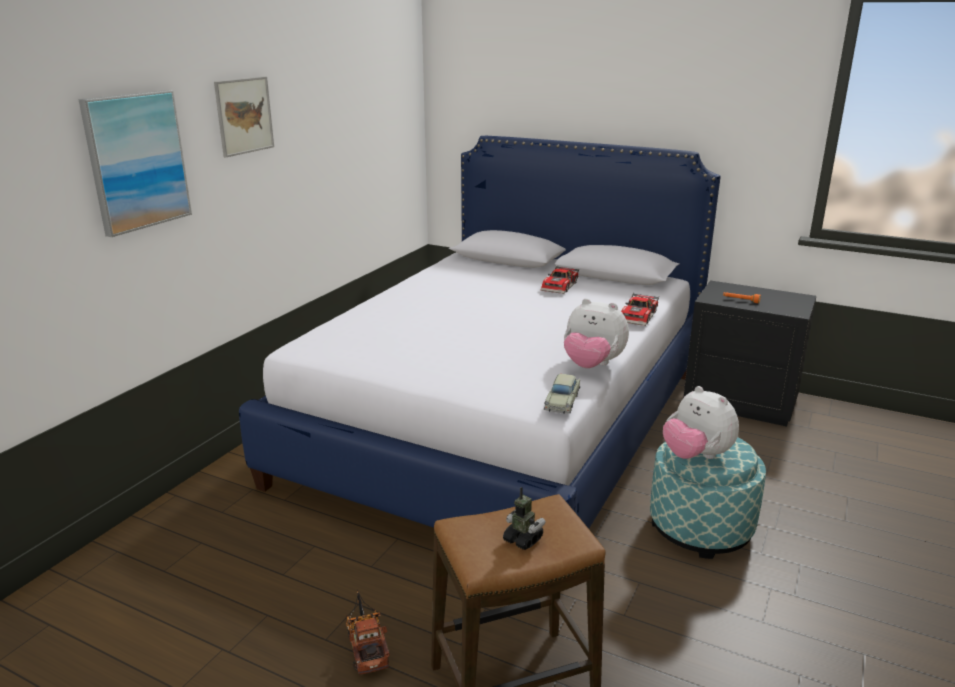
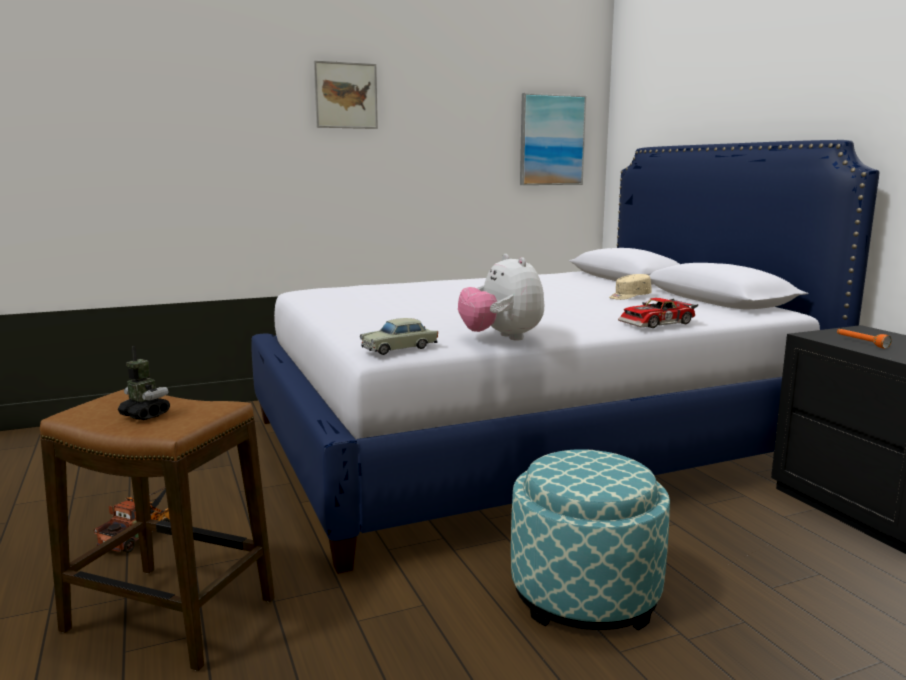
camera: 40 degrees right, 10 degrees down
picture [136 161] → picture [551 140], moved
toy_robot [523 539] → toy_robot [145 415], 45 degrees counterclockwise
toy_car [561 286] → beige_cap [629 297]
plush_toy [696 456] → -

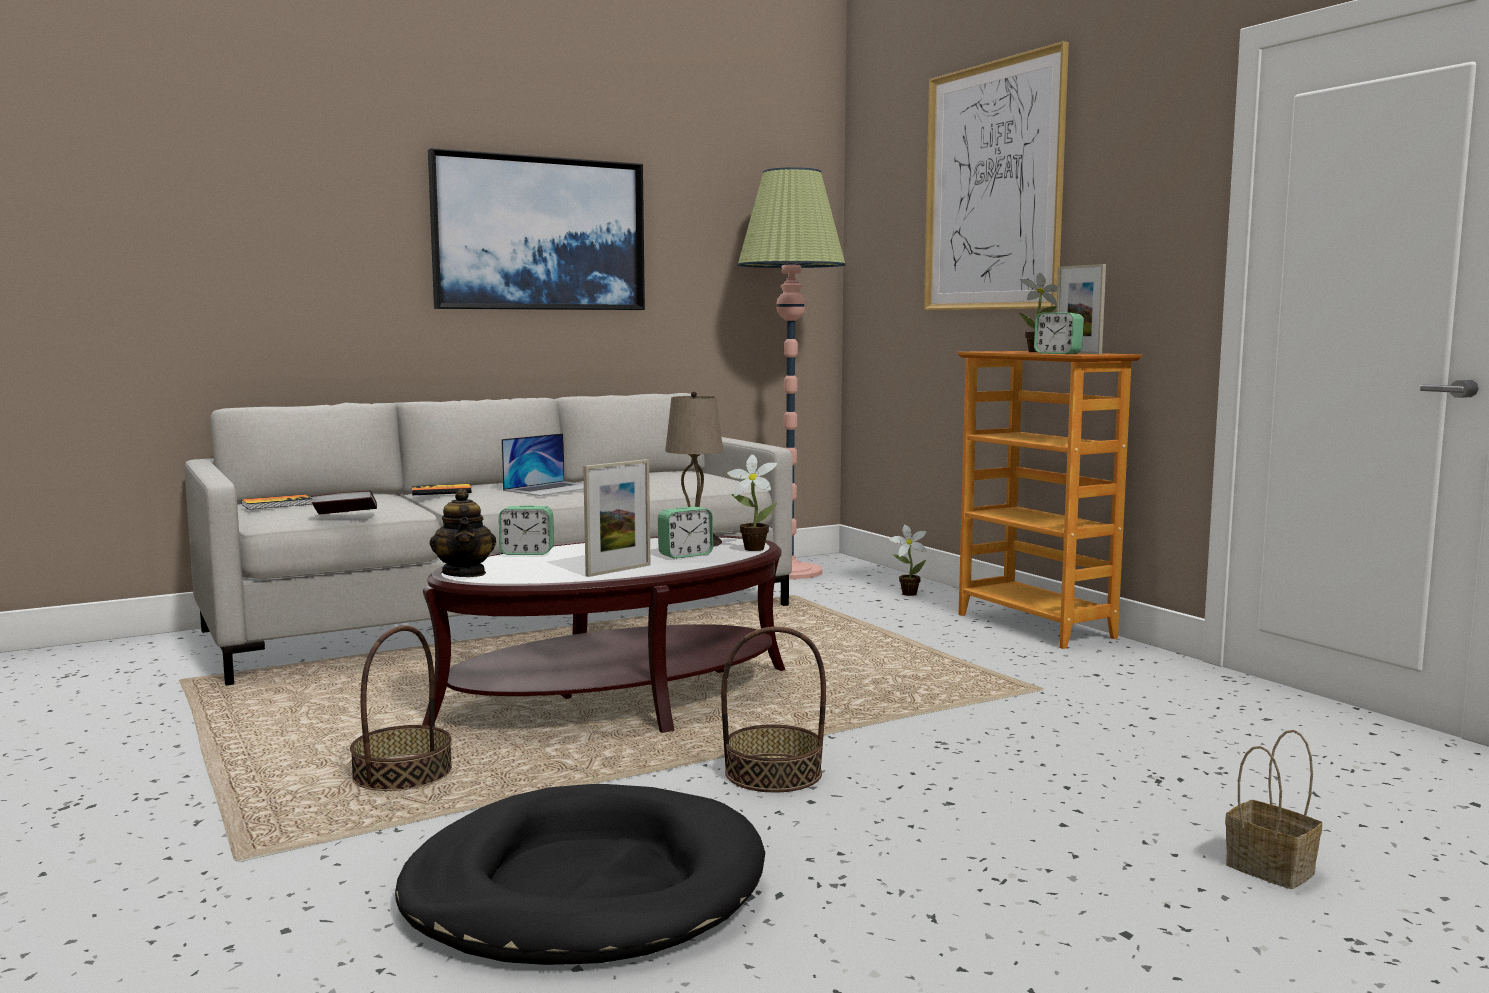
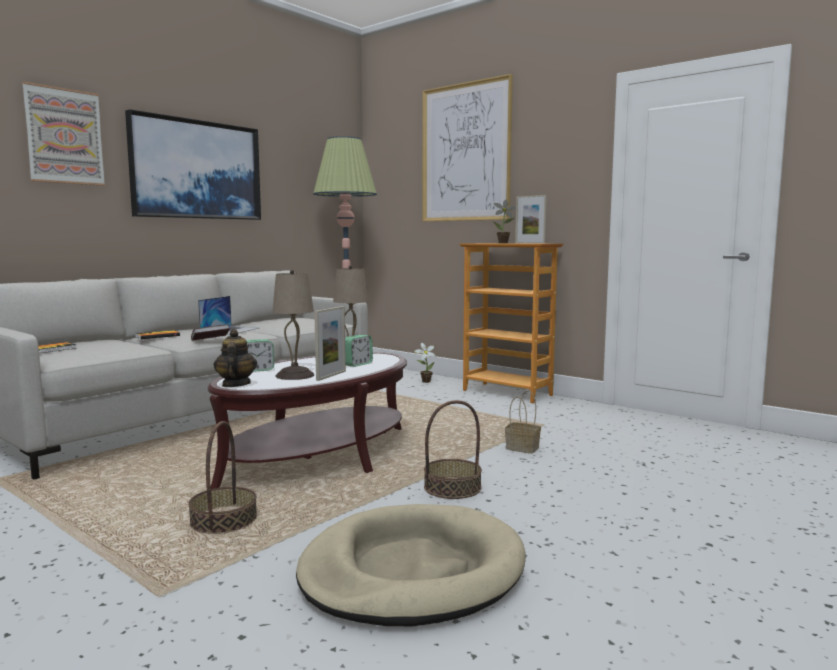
camera: 20 degrees left, 0 degrees up
book [345 515] → book [210 340], moved
black_dog_bed [584 888] → beige_dog_bed [412 571]
teapot [465 573] → teapot [235 385], 150 degrees counterclockwise
potted_plant [751 548] → -
alarm_clock [1057 353] → -
basket [1266 868] → basket [521 448], moved
- → picture [64 136]
- → beige_table_lamp [295 375]

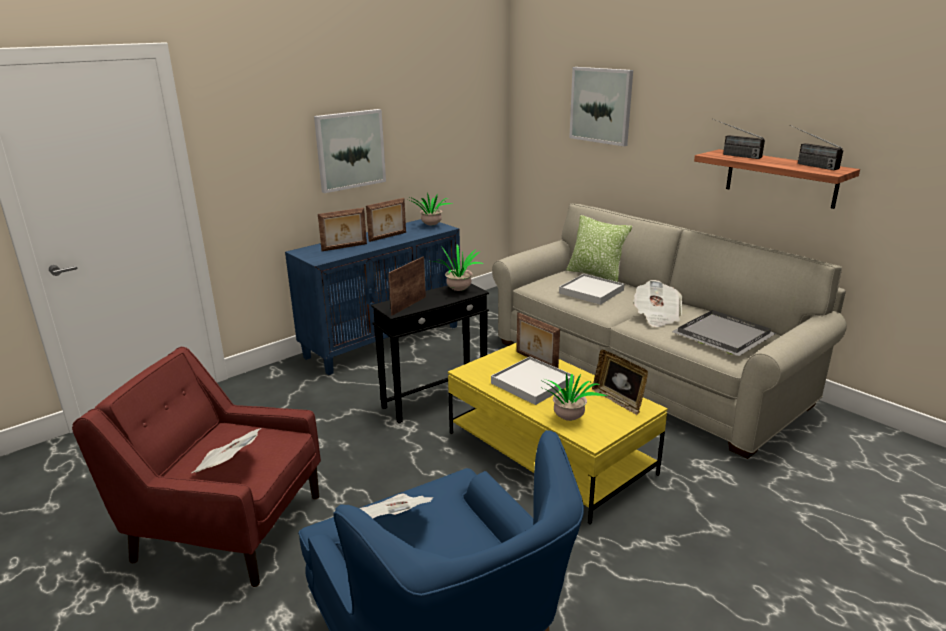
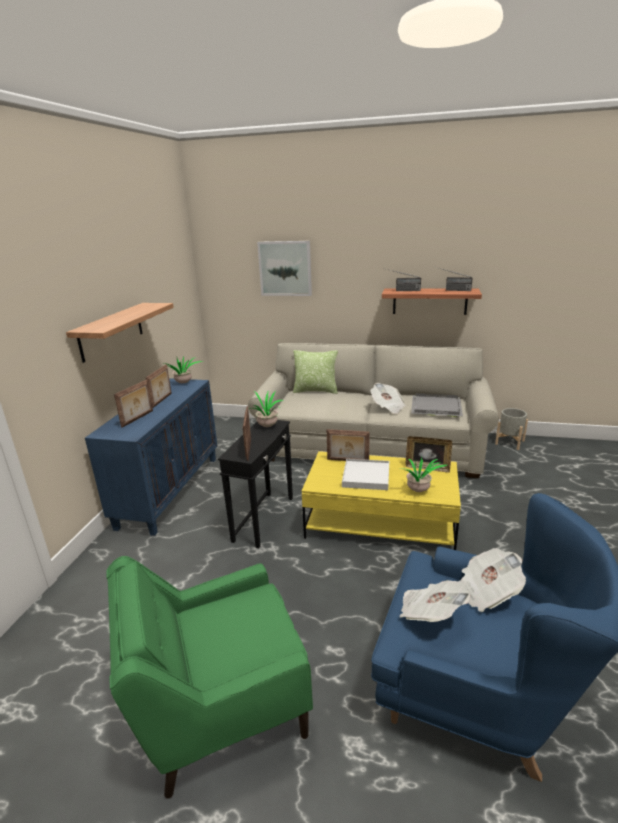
camera: 35 degrees left, 0 degrees up
red_armchair [226 526] → green_armchair [220 706]
newspaper [229 466] → newspaper [485 592], moved
picture [350 150] → shelf [111 331]
white_tray [591 292] → -
- → grey_planter [509 442]

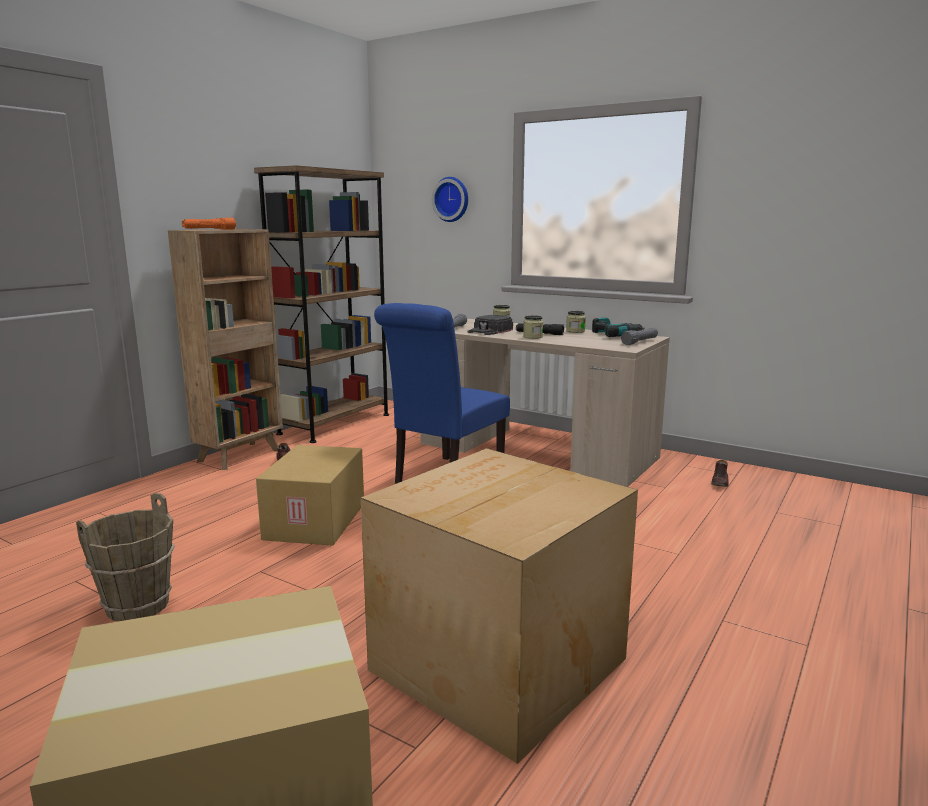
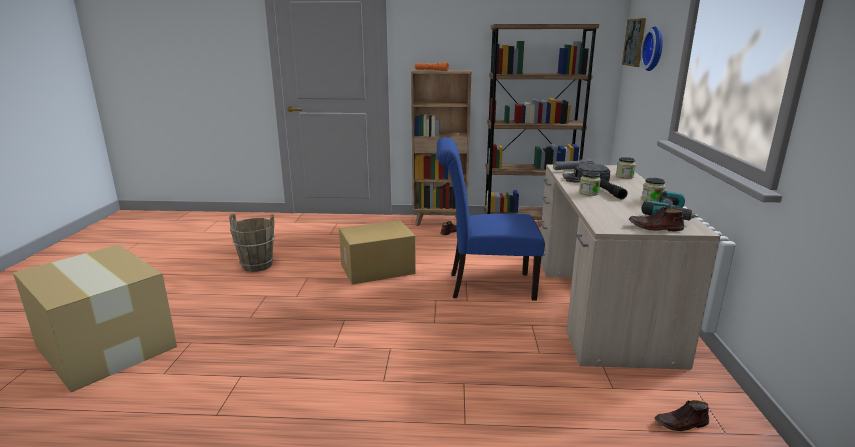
camera: 60 degrees right, 5 degrees up
cardboard_box [494 664] → -
grey_flashlight [639 342] → brown_shoe [655 228]
- → picture [635 42]

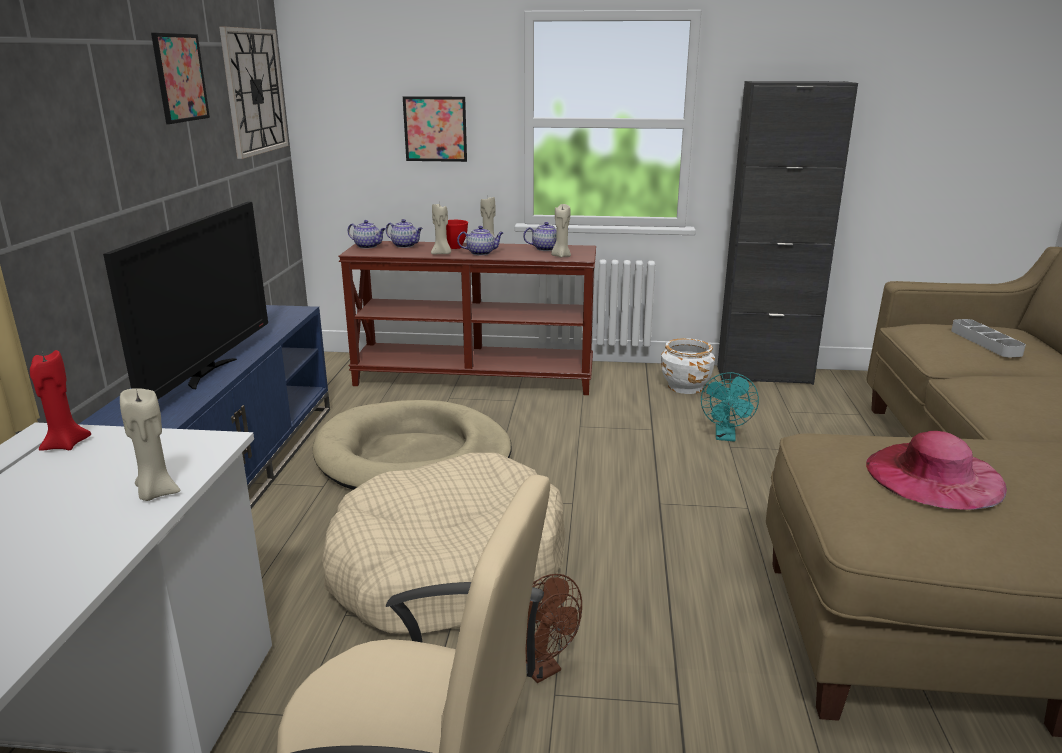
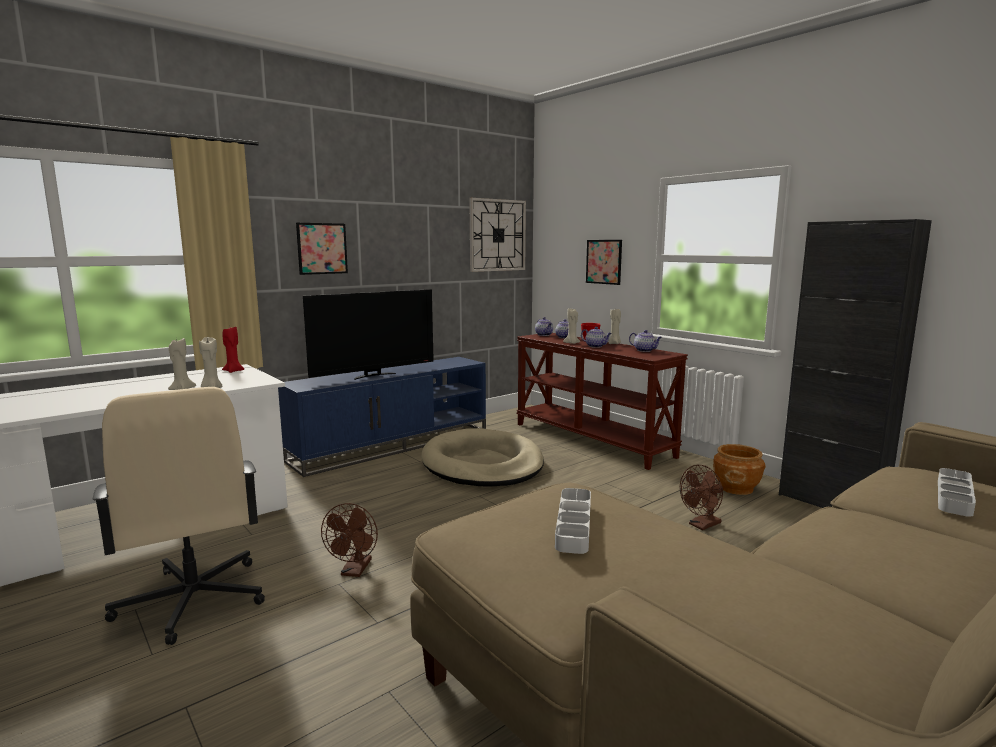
camera: 45 degrees right, 10 degrees down
picture [180 78] → picture [322 248], moved
beige_dog_bed [448 567] → -
beige_candle [561 256] → beige_candle [182 389], moved
white_planter [685 387] → brown_planter [736 488]
turquoise_fan [725 436] → brown_fan [702 525]
pink_hat [934 476] → grey_tray [573 524]

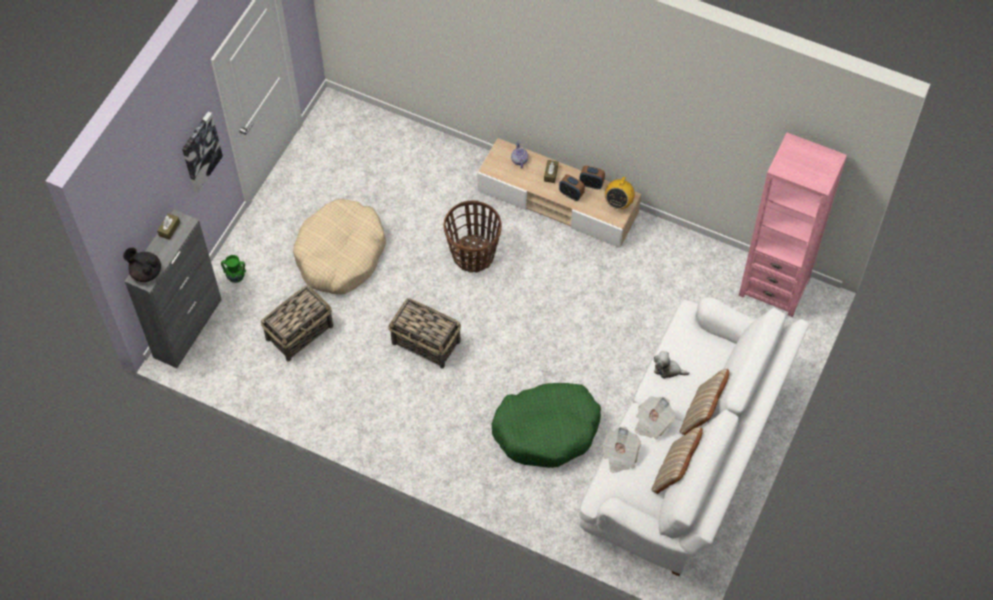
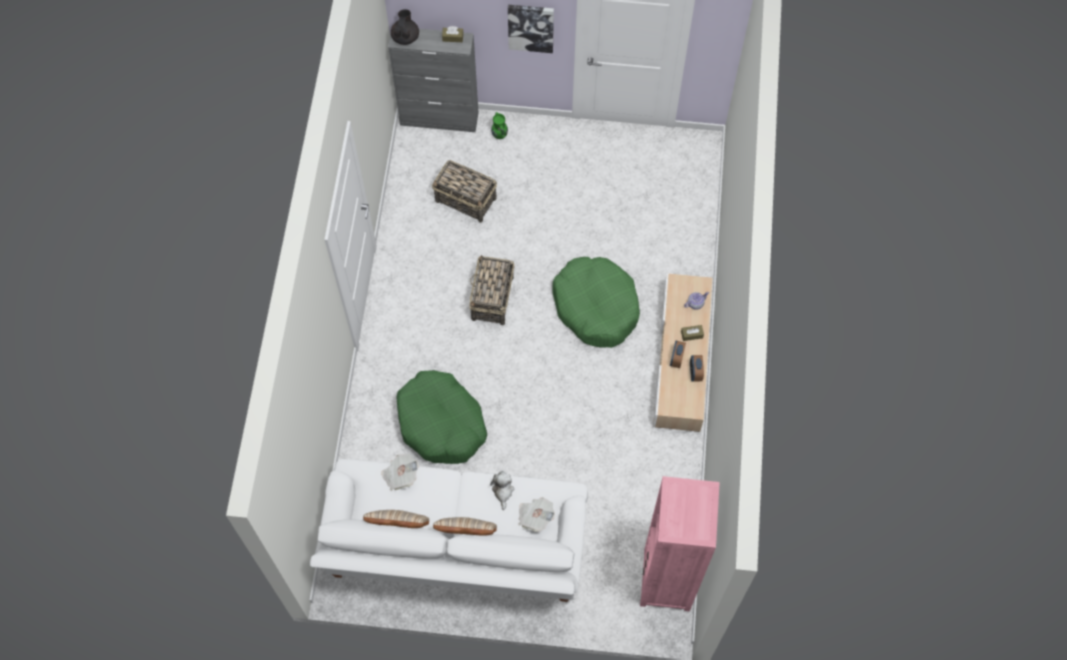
camera: 70 degrees right, 5 degrees up
beige_dog_bed [340 254] → -
basket [473 254] → green_dog_bed [596 306]
radio [618 203] → -
newspaper [652 422] → newspaper [535 516], moved

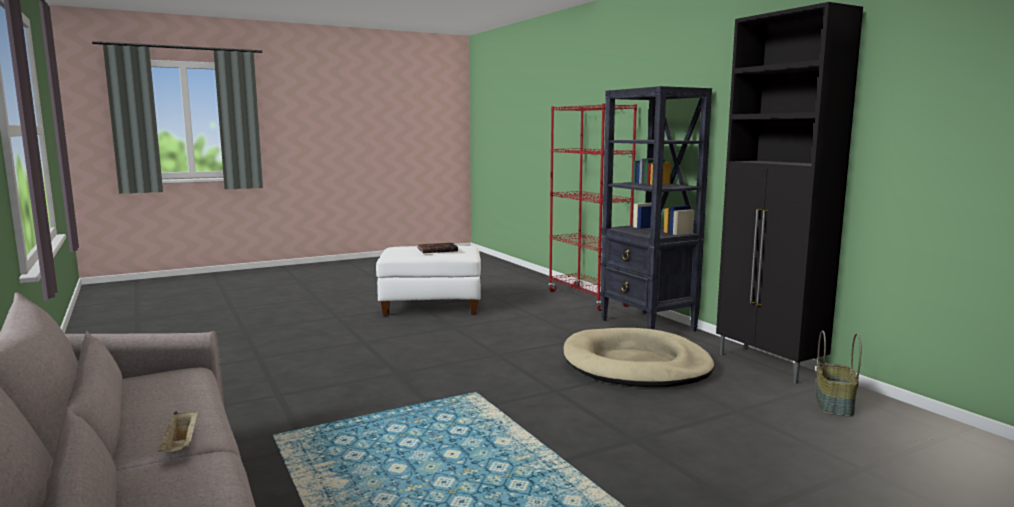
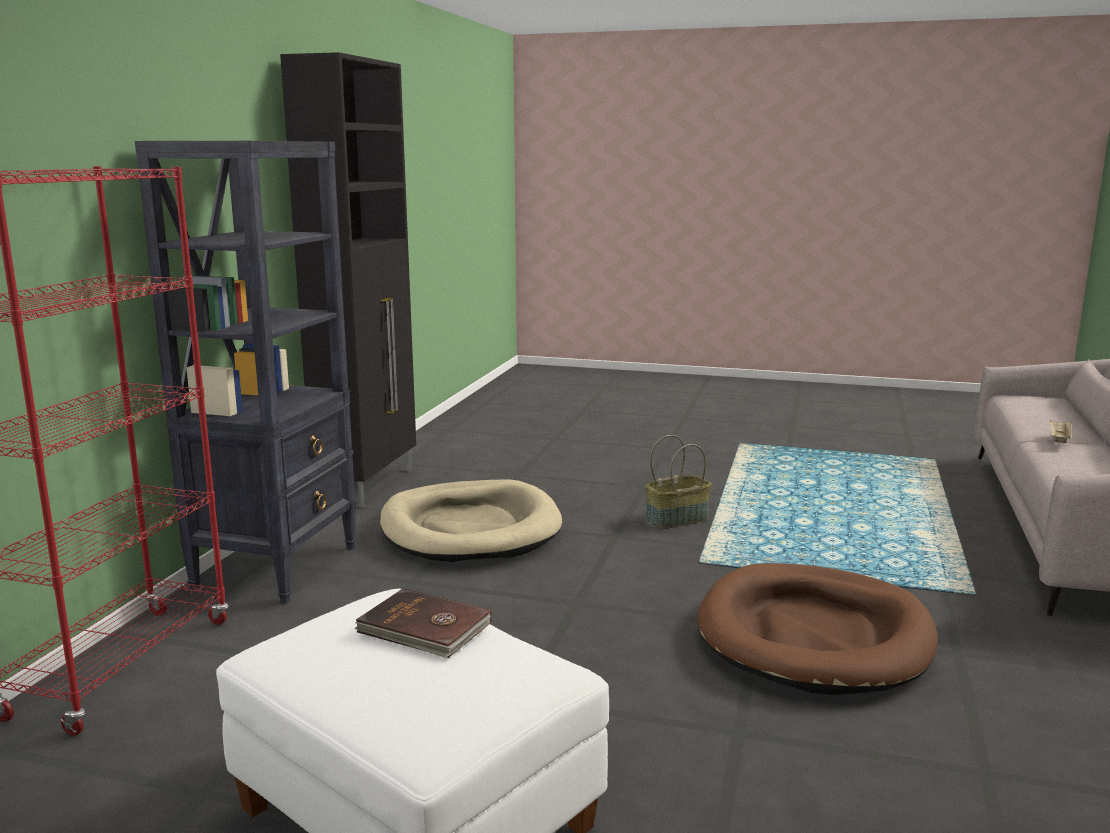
camera: 135 degrees left, 5 degrees up
basket [835 405] → basket [677 519], moved
- → brown_dog_bed [814 636]

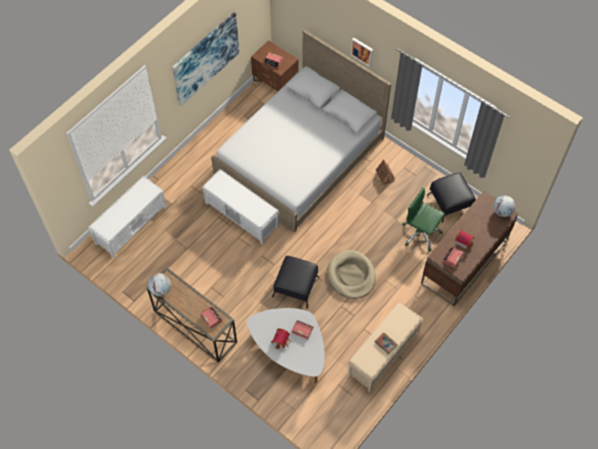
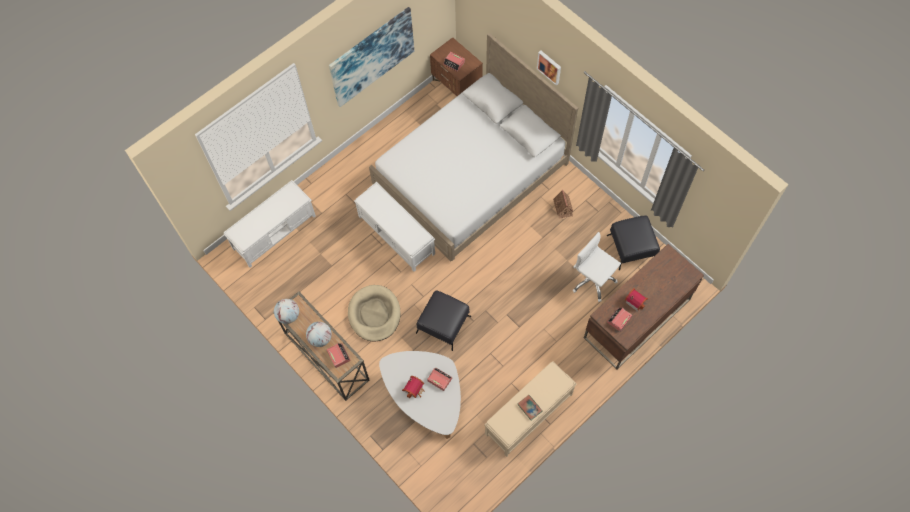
camera: 10 degrees right, 5 degrees up
beige_dog_bed [351 275] → beige_dog_bed [374 314], moved
green_office_chair [420 234] → white_office_chair [592 280]
globe [502 211] → globe [320 338], moved

